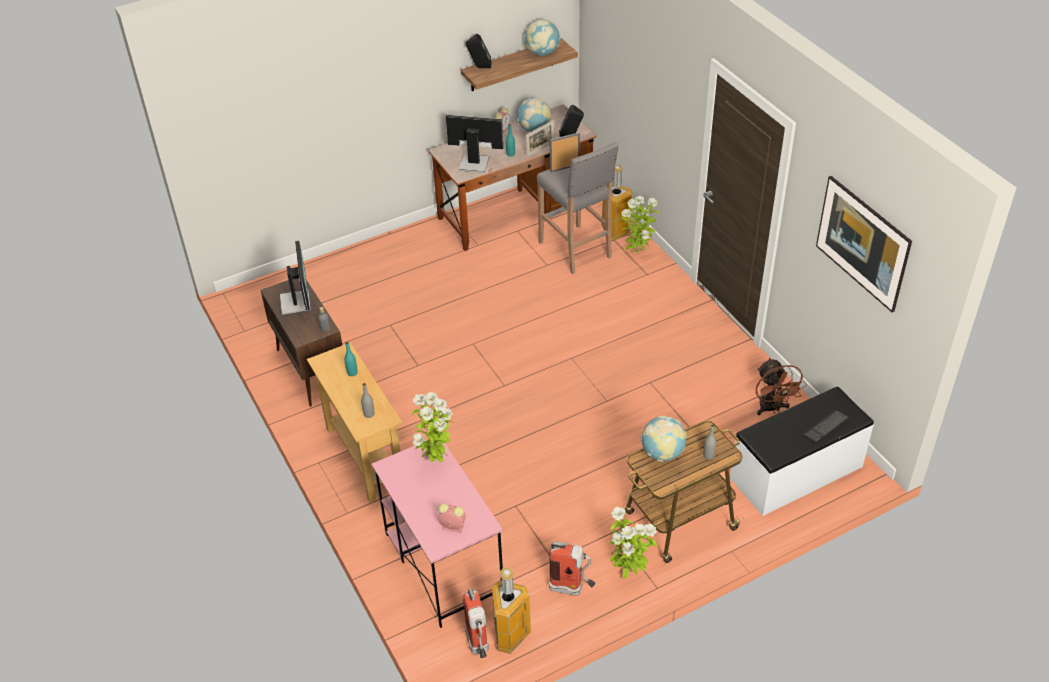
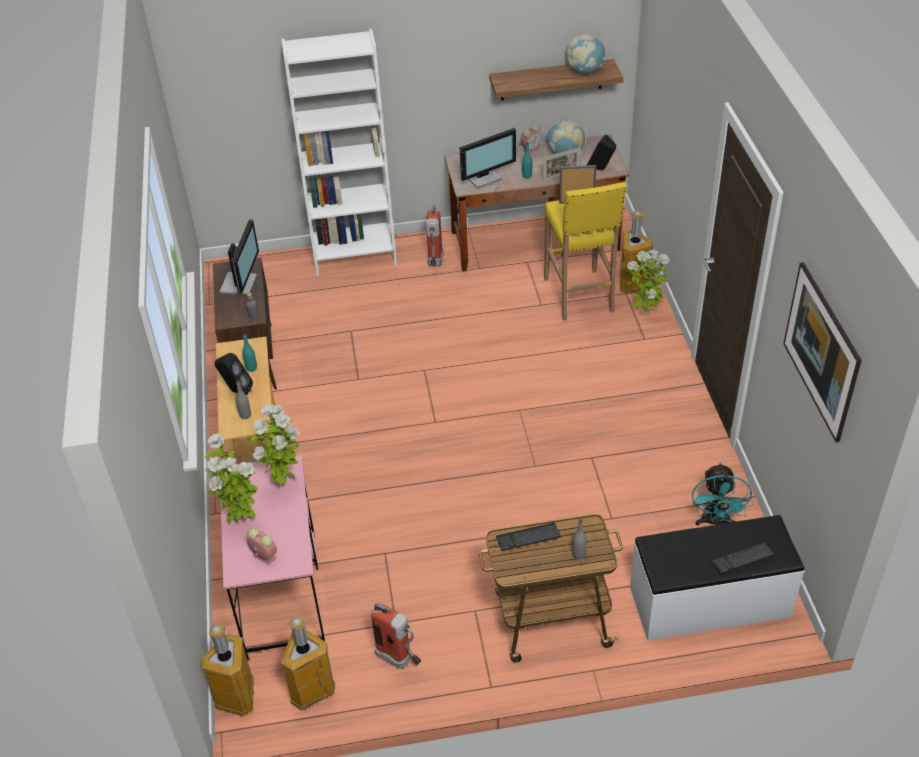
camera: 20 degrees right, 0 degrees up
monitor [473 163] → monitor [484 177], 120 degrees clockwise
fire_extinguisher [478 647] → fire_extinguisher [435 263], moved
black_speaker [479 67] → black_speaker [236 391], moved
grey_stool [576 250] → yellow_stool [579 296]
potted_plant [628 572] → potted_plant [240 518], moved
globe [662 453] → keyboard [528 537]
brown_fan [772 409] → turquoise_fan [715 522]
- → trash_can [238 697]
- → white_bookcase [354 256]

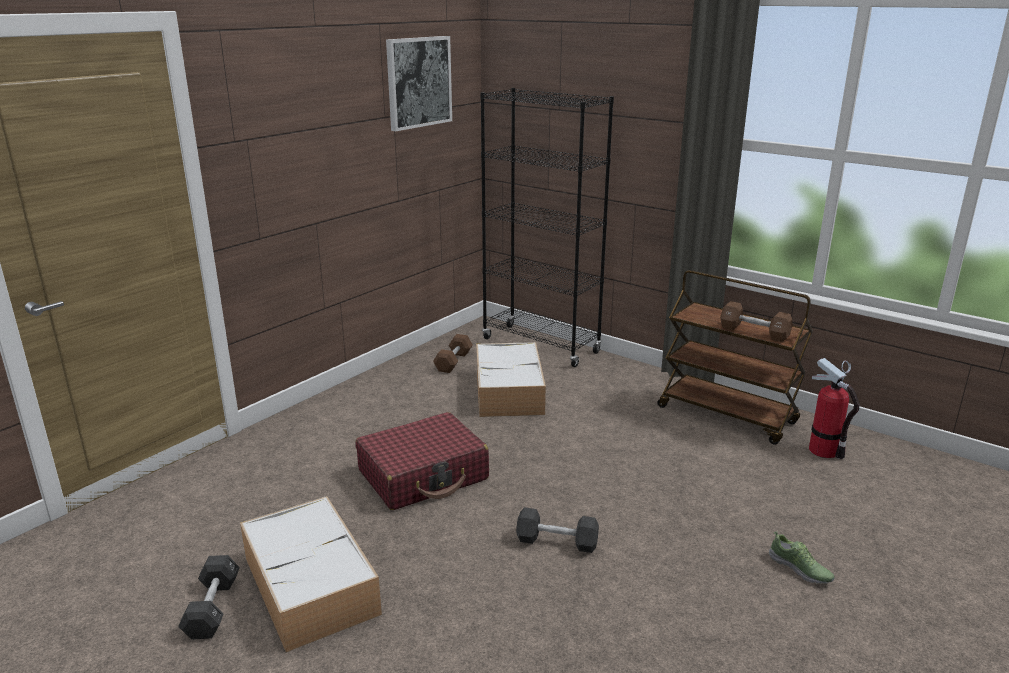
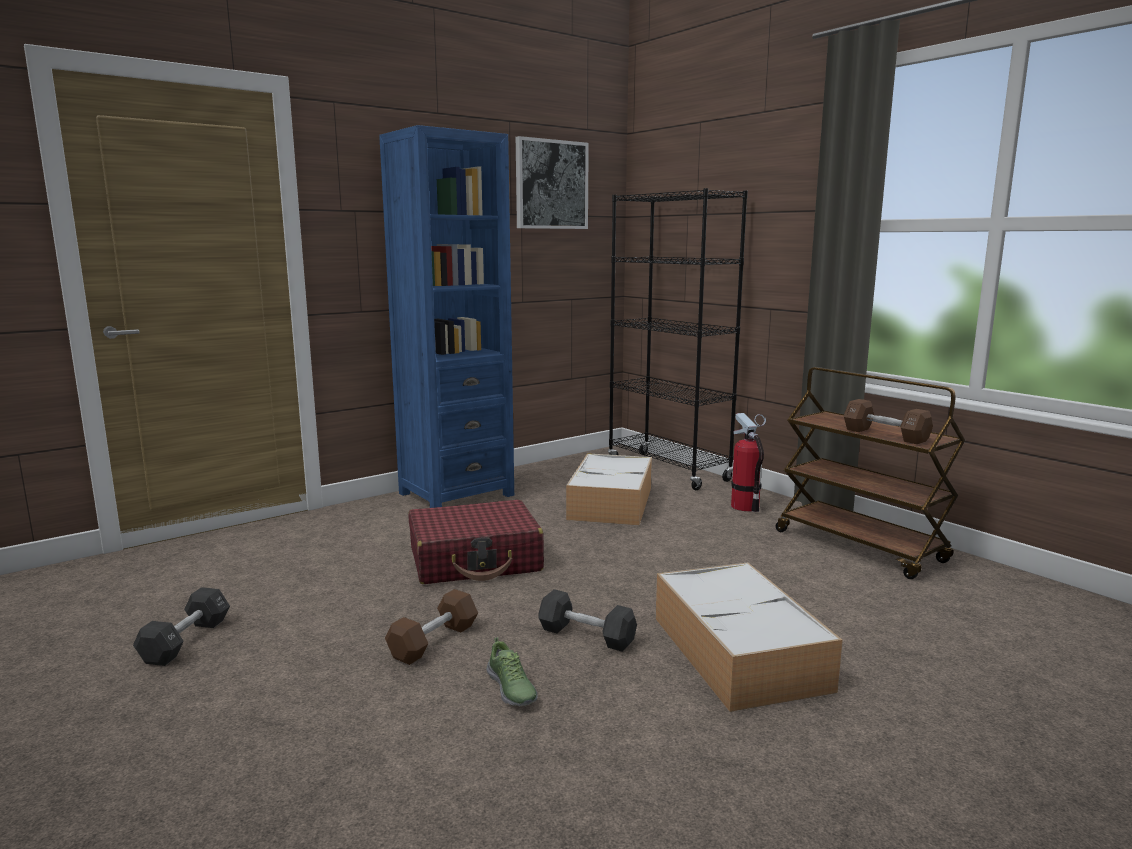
camera: 15 degrees right, 10 degrees down
storage_box [312 586] → storage_box [740 654], moved
brown_dumbbell [453 362] → brown_dumbbell [433 641], moved
shoe [800 569] → shoe [511 689], moved
fire_extinguisher [824 450] → fire_extinguisher [745 506], moved
- → blue_bookcase [456 494]

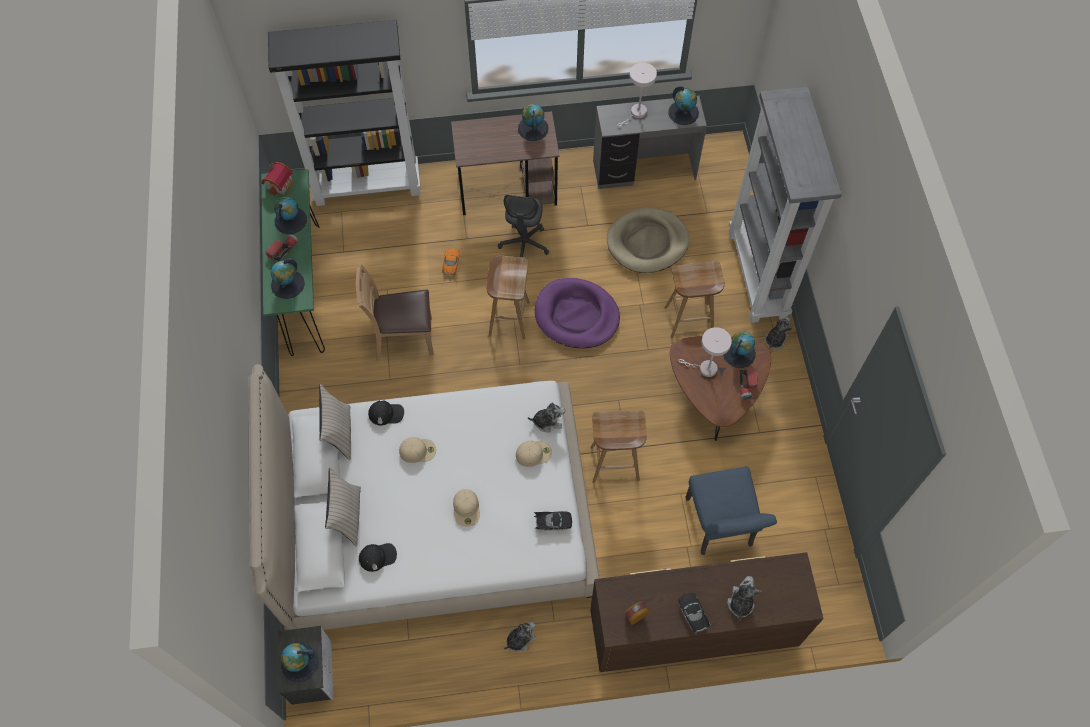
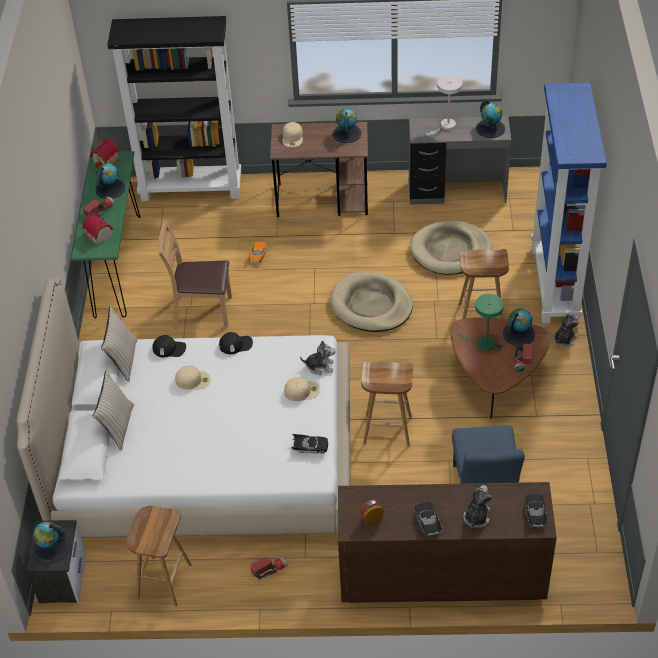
camera: 10 degrees right, 15 degrees down
globe [288 284] → toy_house [98 237]
black_cap [378 556] → black_cap [236 344], moved
beige_cap [467 509] → beige_cap [293 137], moved
brown_stool [508 318] → brown_stool [164 580], moved
grey_office_chair [524 244] → -
plush_toy [520 639] → flashlight [269 569]
purple_dog_bed [576 315] → beige_dog_bed [371 305]
white_table_lamp [704 368] → green_table_lamp [483 344]
grey_bookcase [758 275] → blue_bookcase [555 285]
- → black_toy_car [535 514]

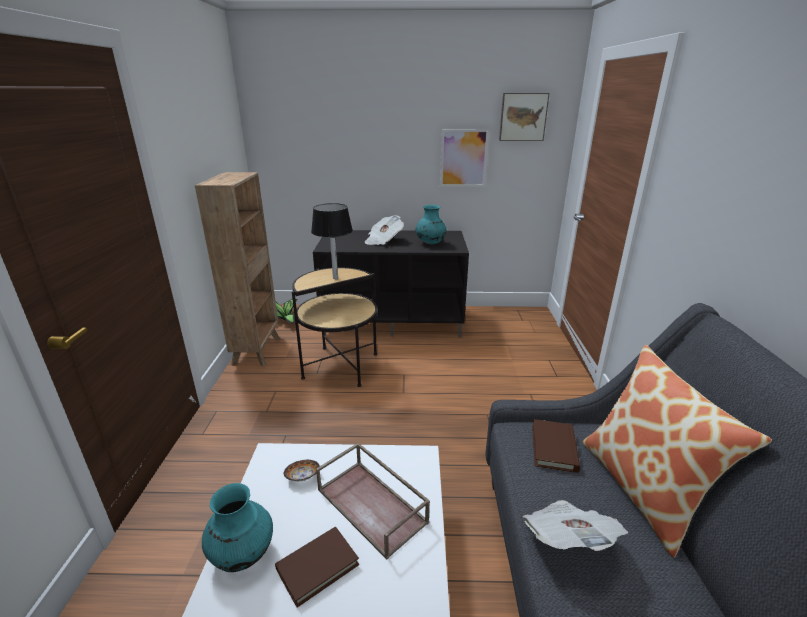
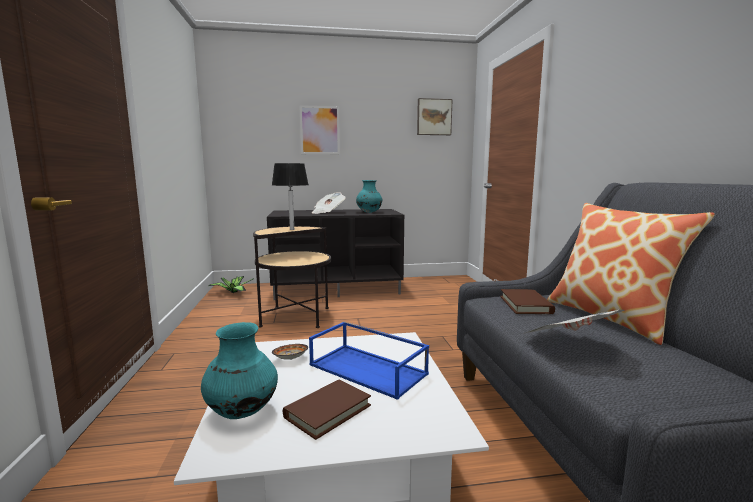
camera: 10 degrees left, 15 degrees down
brown_bookcase [257 350] → -
brown_tray [373 505] → blue_tray [369 369]
picture [463 158] → picture [320 130], moved

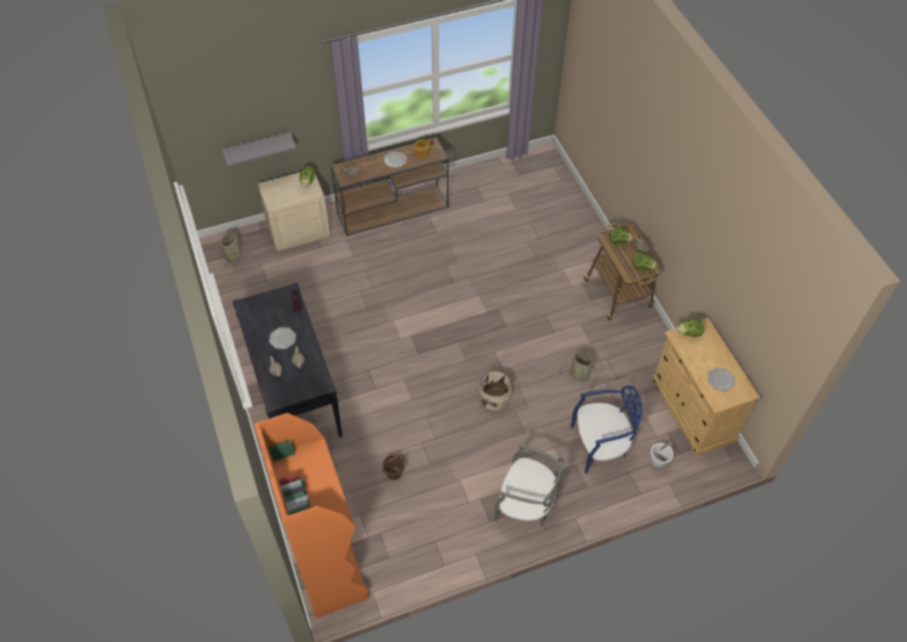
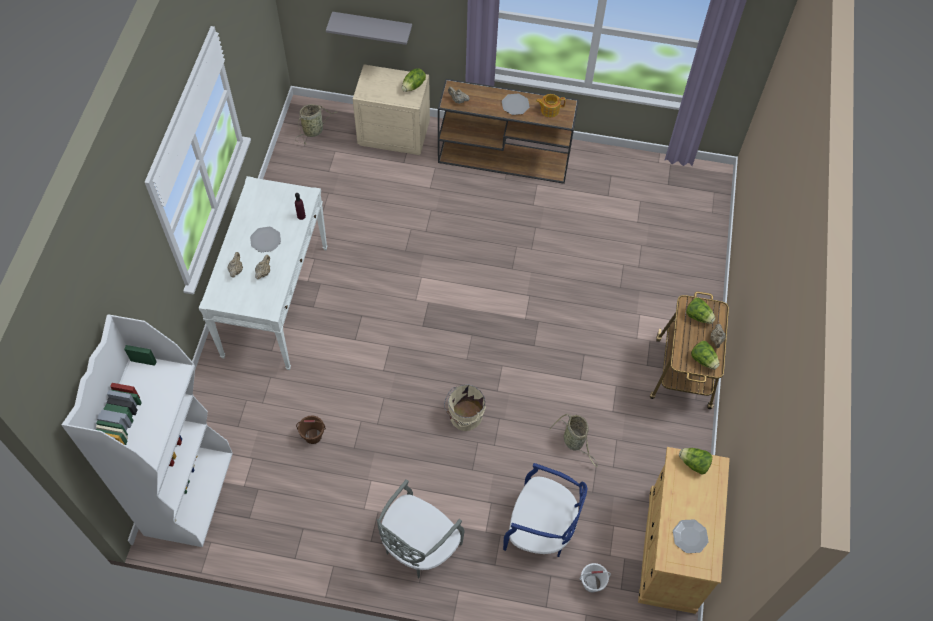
camera: 30 degrees right, 5 degrees up
black_console_table [294 393] → white_console_table [275 300]
orange_bookcase [328 566] → white_bookcase [189 492]
grey_chair [525 504] → grey_chair [418 545], 75 degrees clockwise

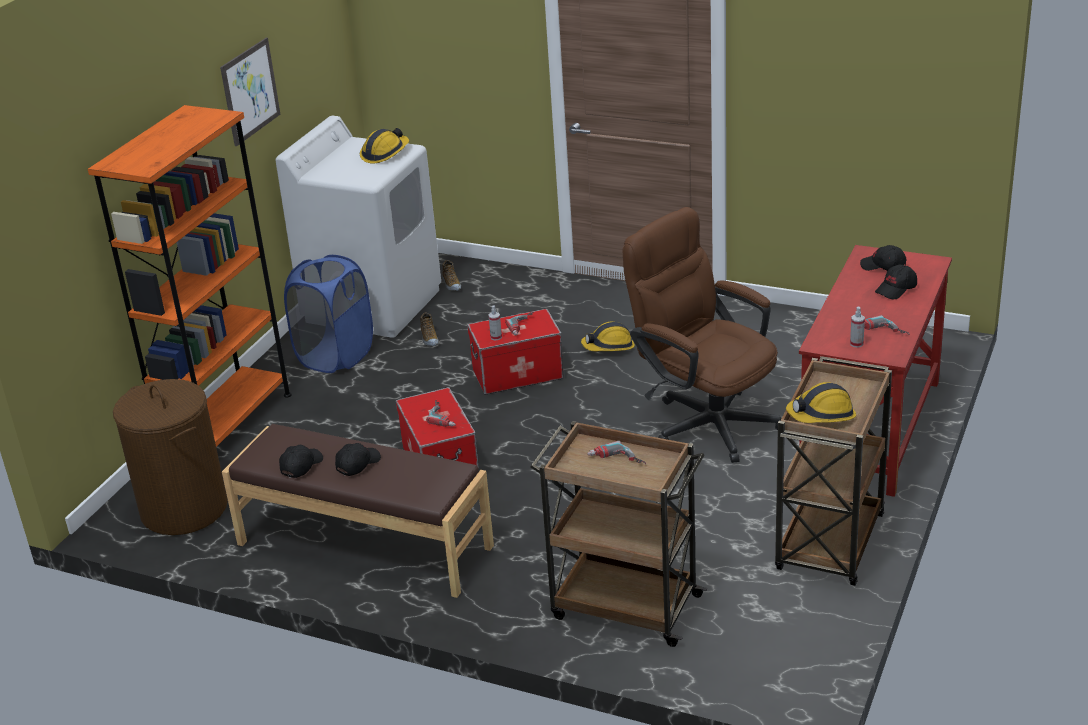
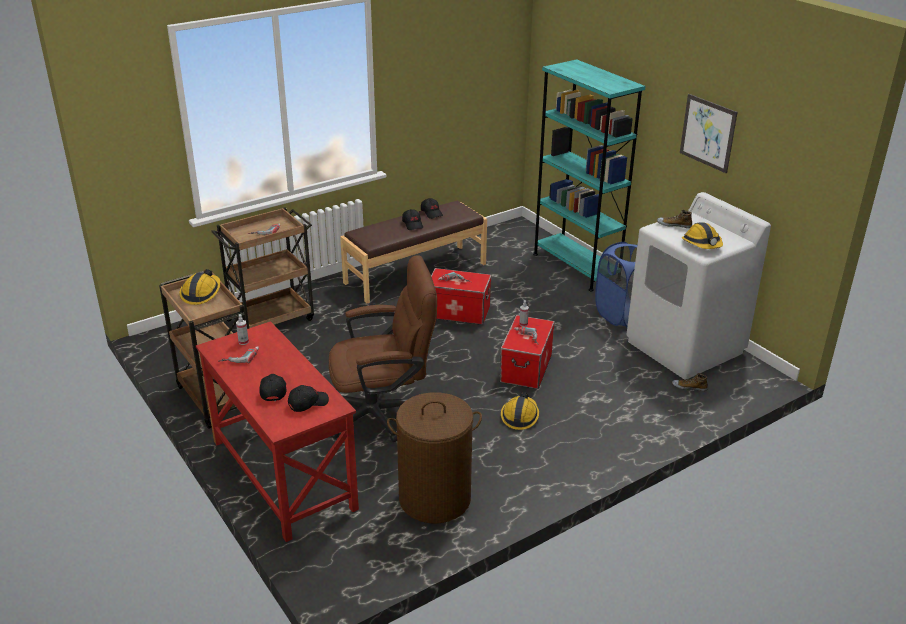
camera: 120 degrees right, 0 degrees up
orange_bookcase [227 426] → turquoise_bookcase [576 267]
brown_laundry_basket [183 509] → brown_laundry_basket [435 498], moved
shoe [429 338] → shoe [674 225], moved

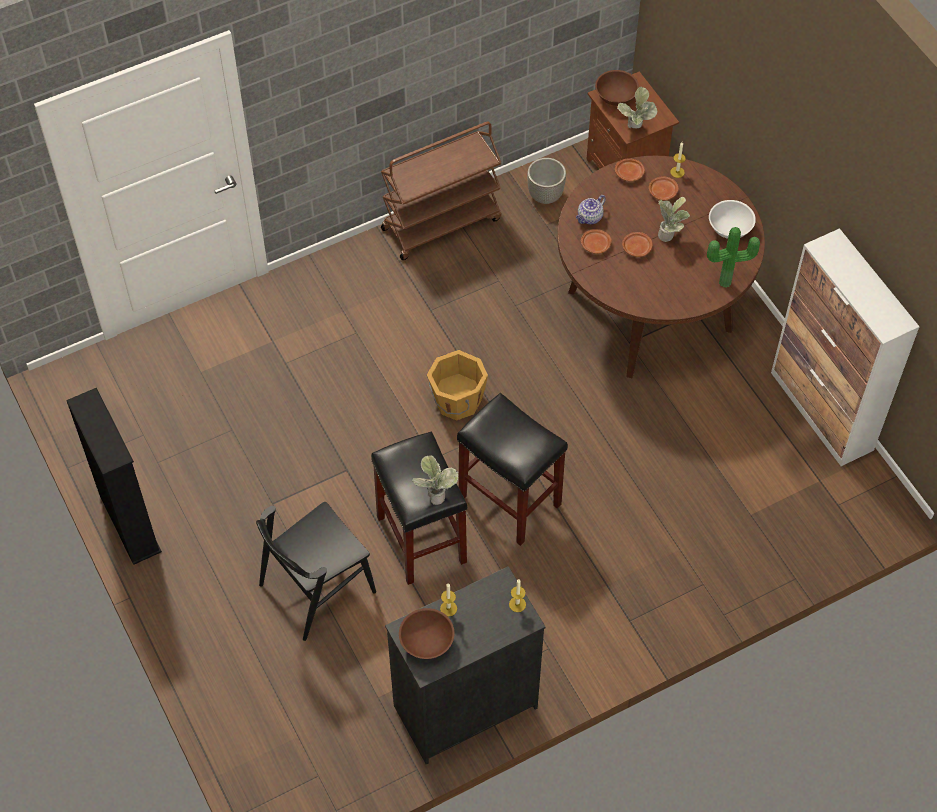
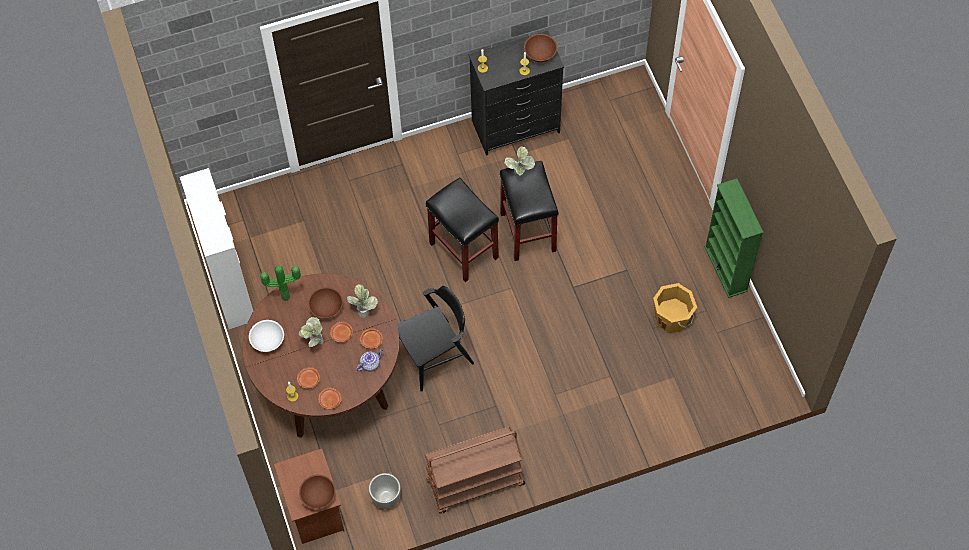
camera: 170 degrees left, 5 degrees up
black_bookcase [129 523] → green_bookcase [726 268]
black_chair [316 588] → black_chair [435 356], moved
orange_bucket [456 401] → orange_bucket [672 318], moved
potted_plant [635 129] → potted_plant [363 309], moved
- → brown_bowl [326 308]

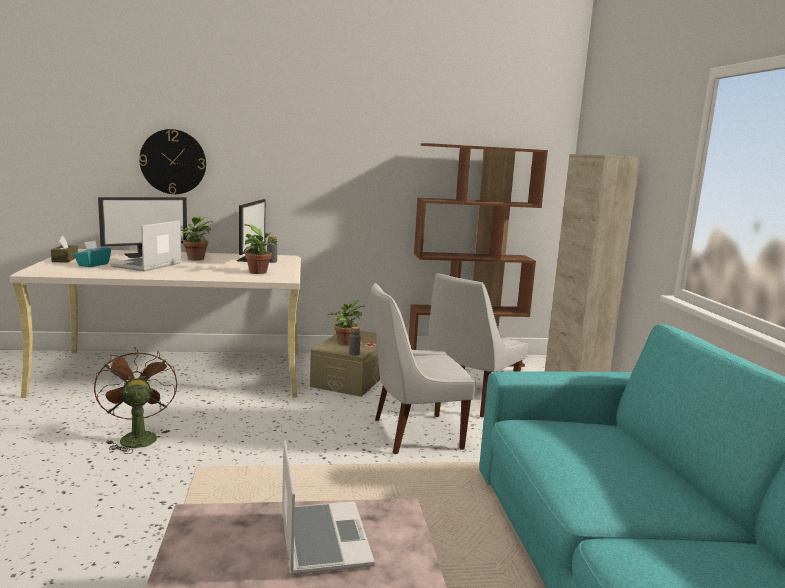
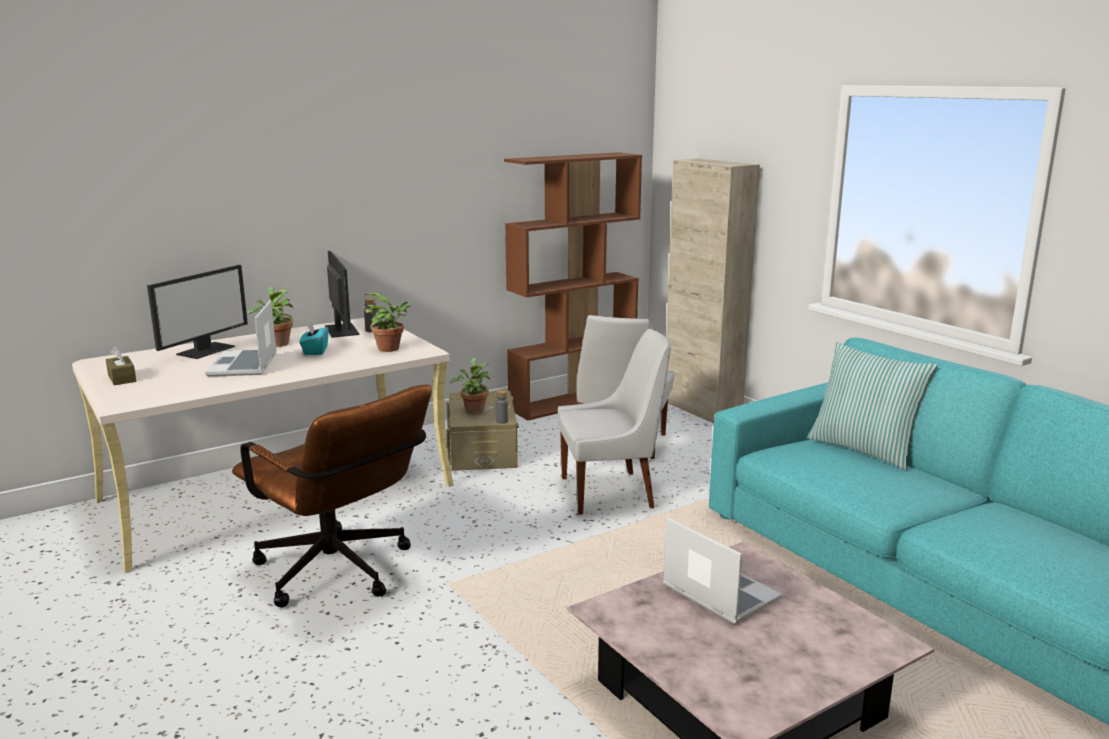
camera: 25 degrees left, 5 degrees up
turquoise_tissue_box [93 265] → turquoise_tissue_box [315 351], moved
brown_fan [136 437] → brown_office_chair [341 574]
wall_clock [173 162] → -
white_chair [413 434] → white_chair [611 492], 150 degrees counterclockwise
- → pillow [864 449]

